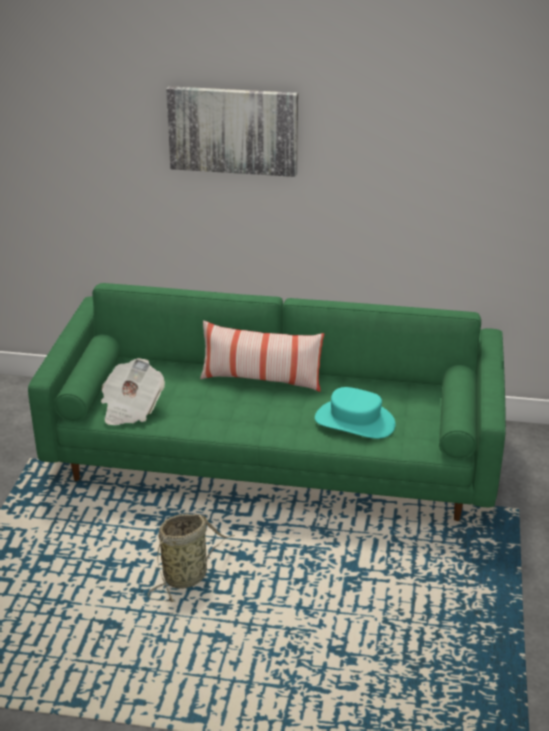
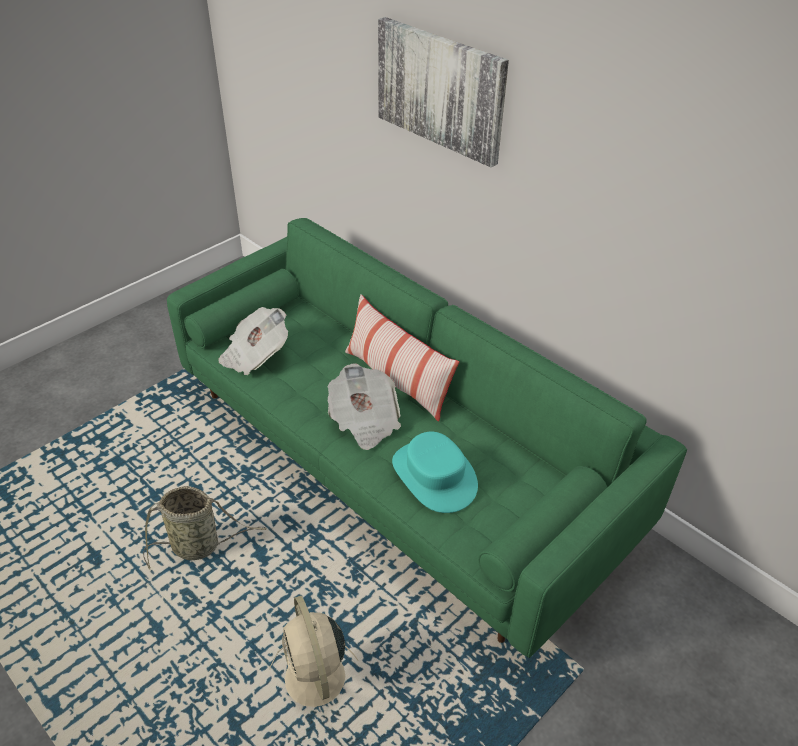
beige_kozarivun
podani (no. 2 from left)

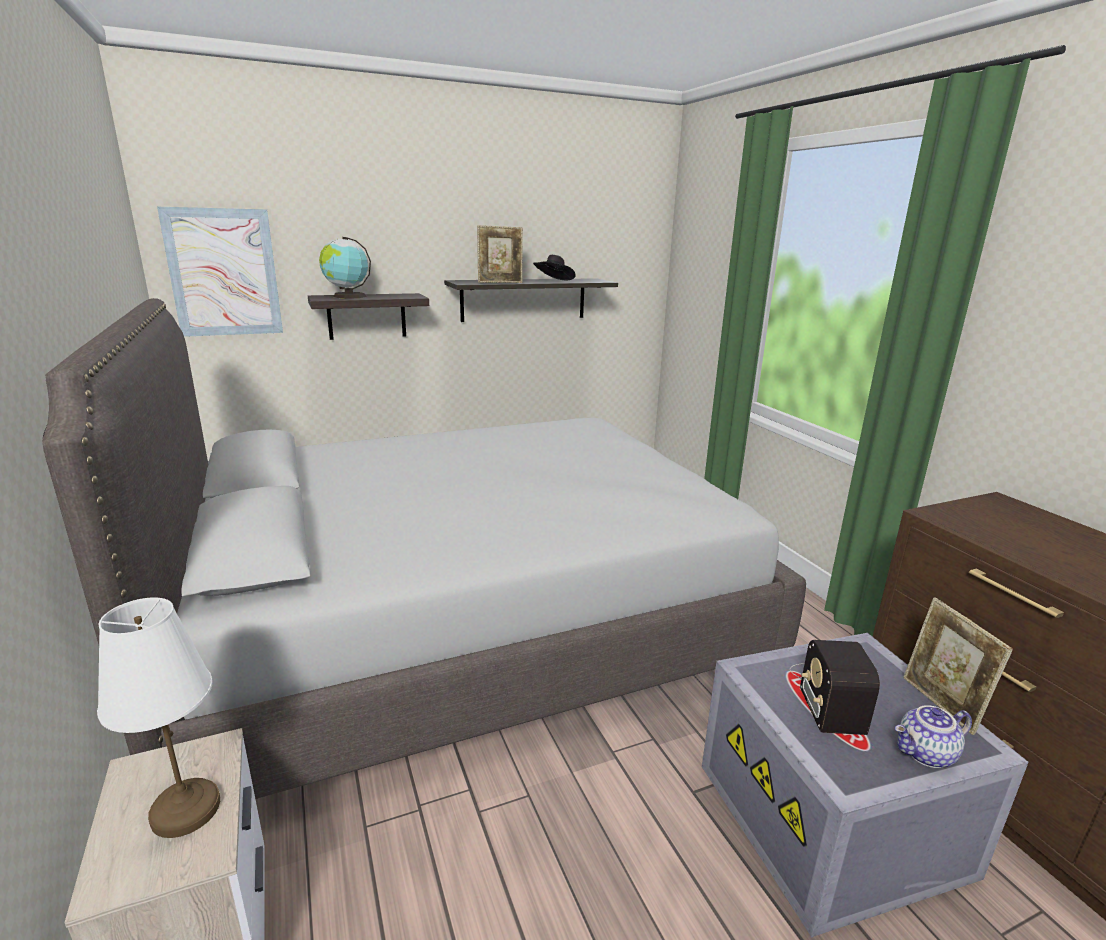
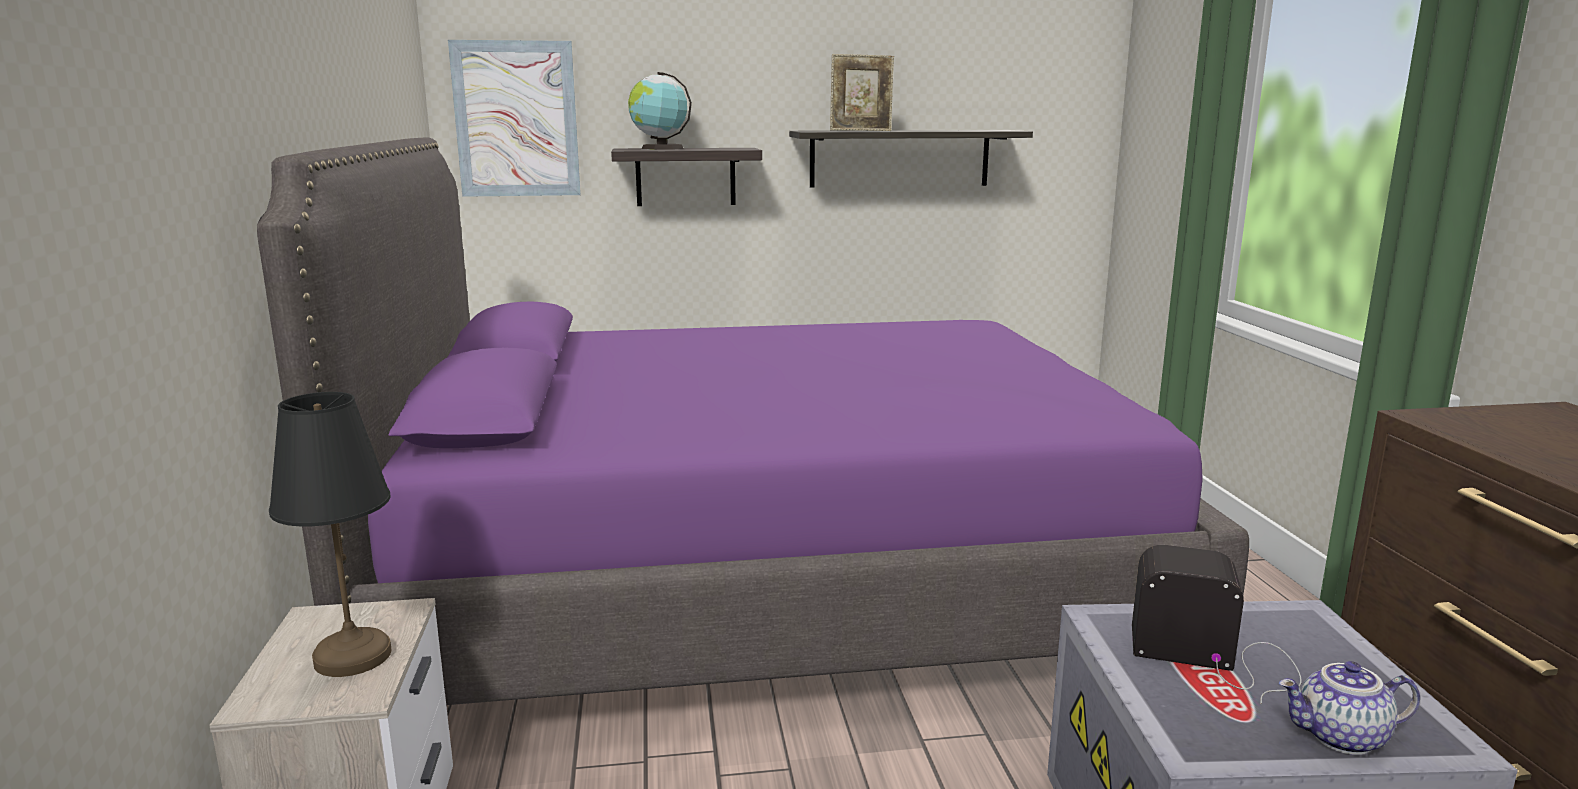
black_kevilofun
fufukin (no. 2 from left in the first image)
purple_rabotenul
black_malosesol
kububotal

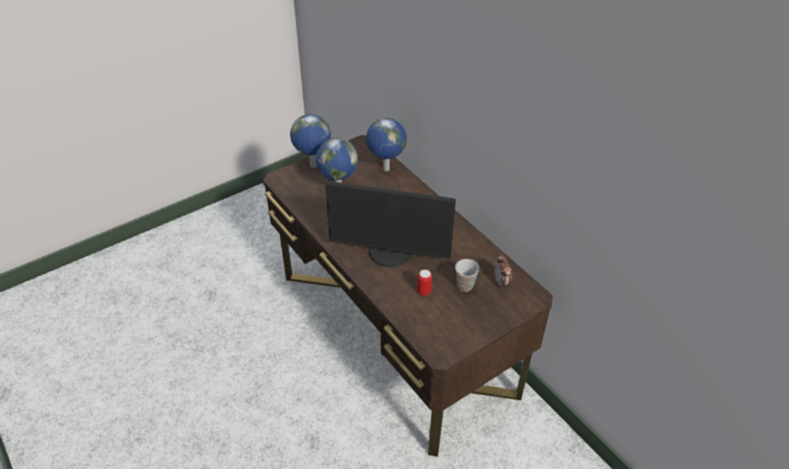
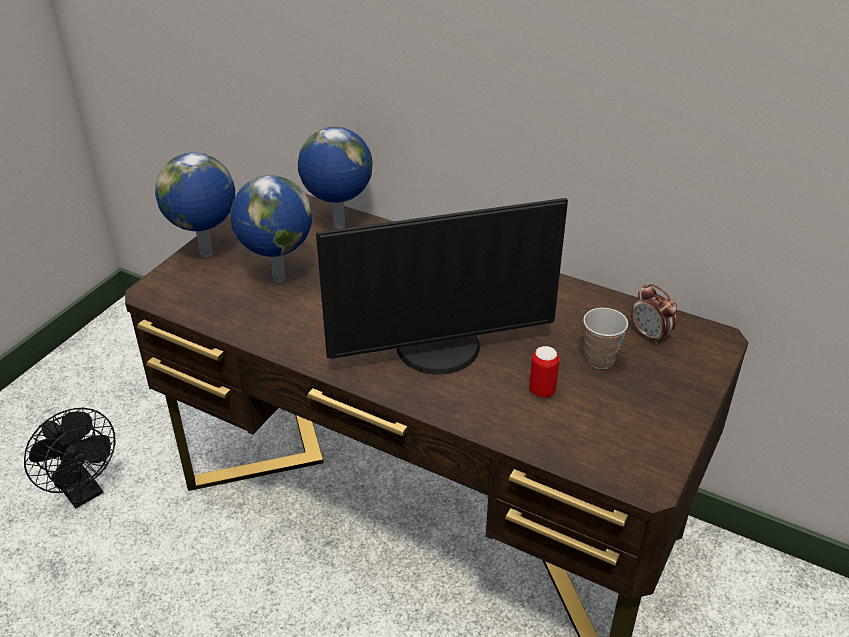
black_kozarivun

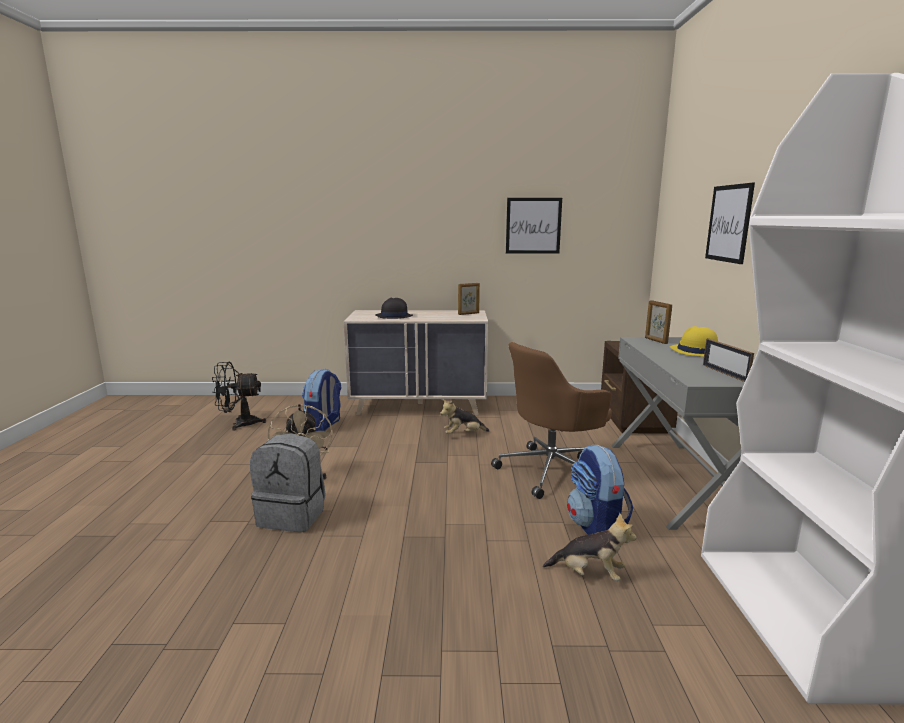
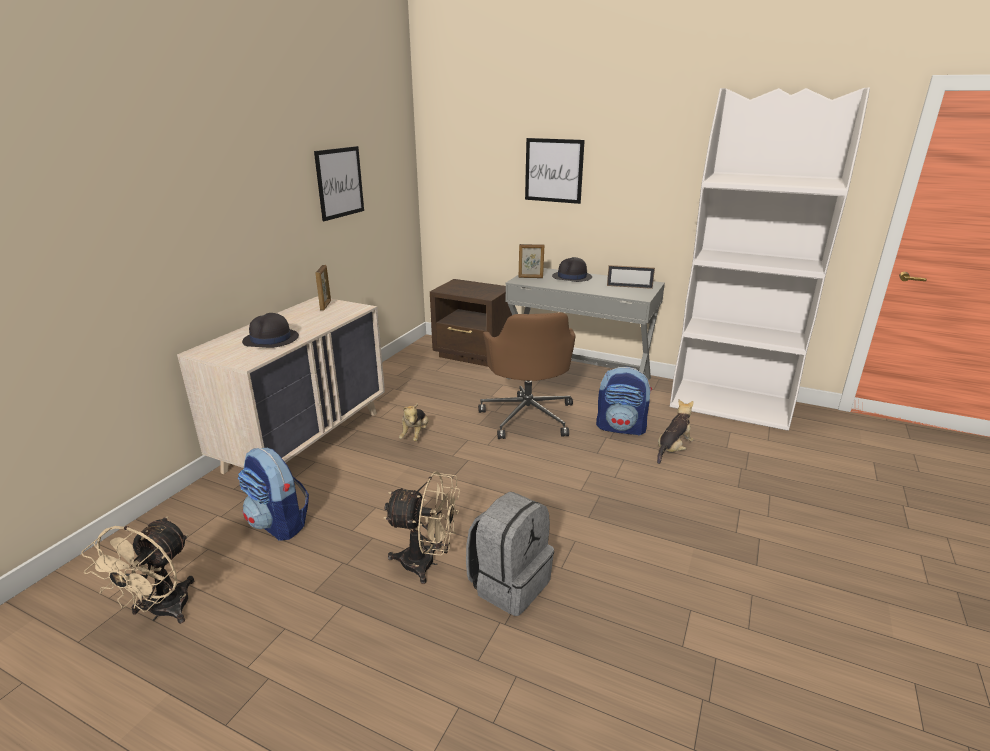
beige_kozarivun (no. 1 from left)
black_kevilofun (no. 2 from left)

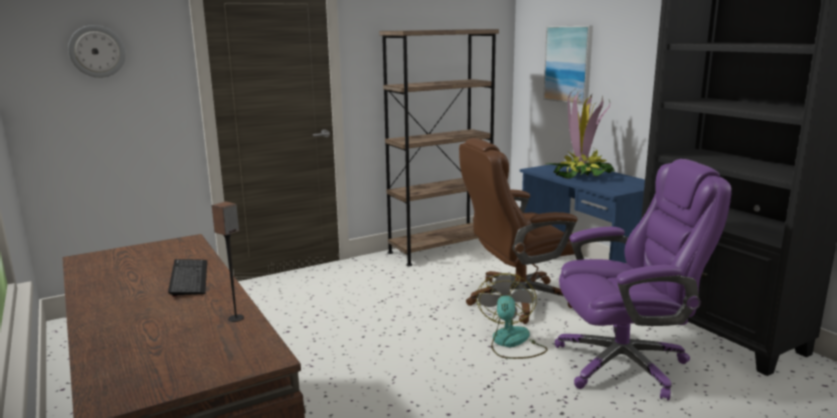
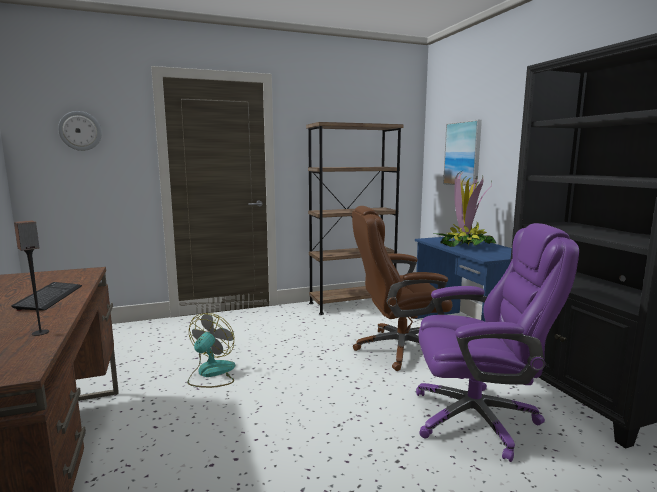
kozarivun

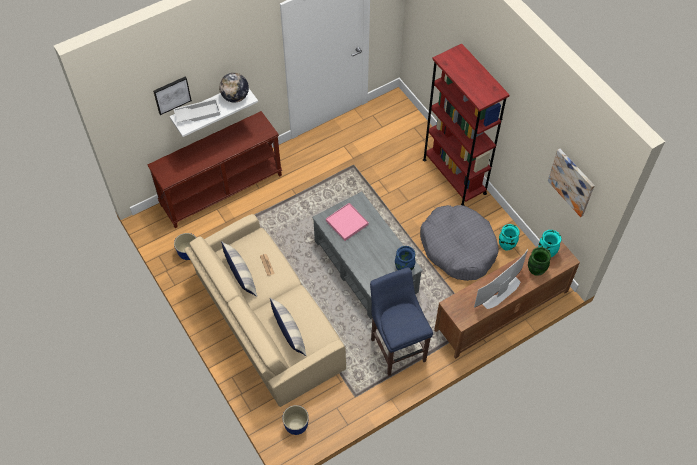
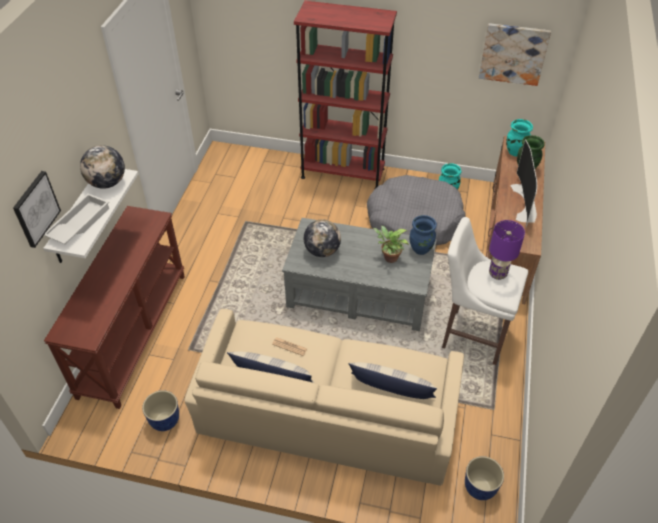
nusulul
purple_malosesol
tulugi (no. 2 from left)
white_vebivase

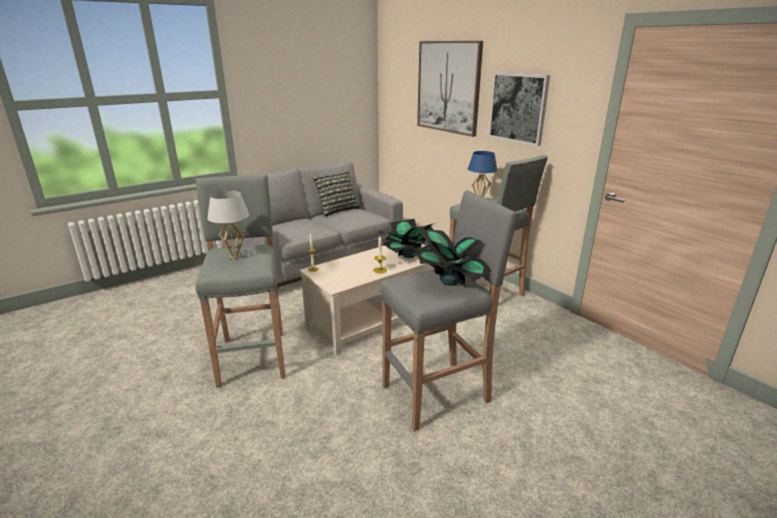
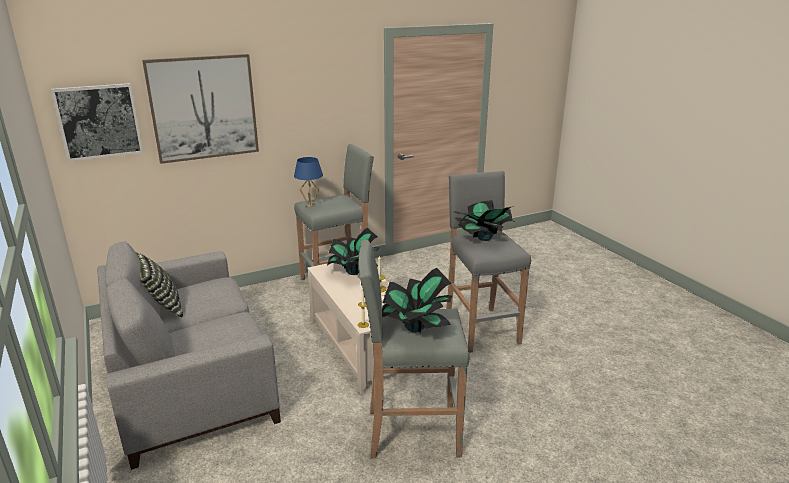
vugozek (no. 1 from left)
nusulul (no. 2 from left)

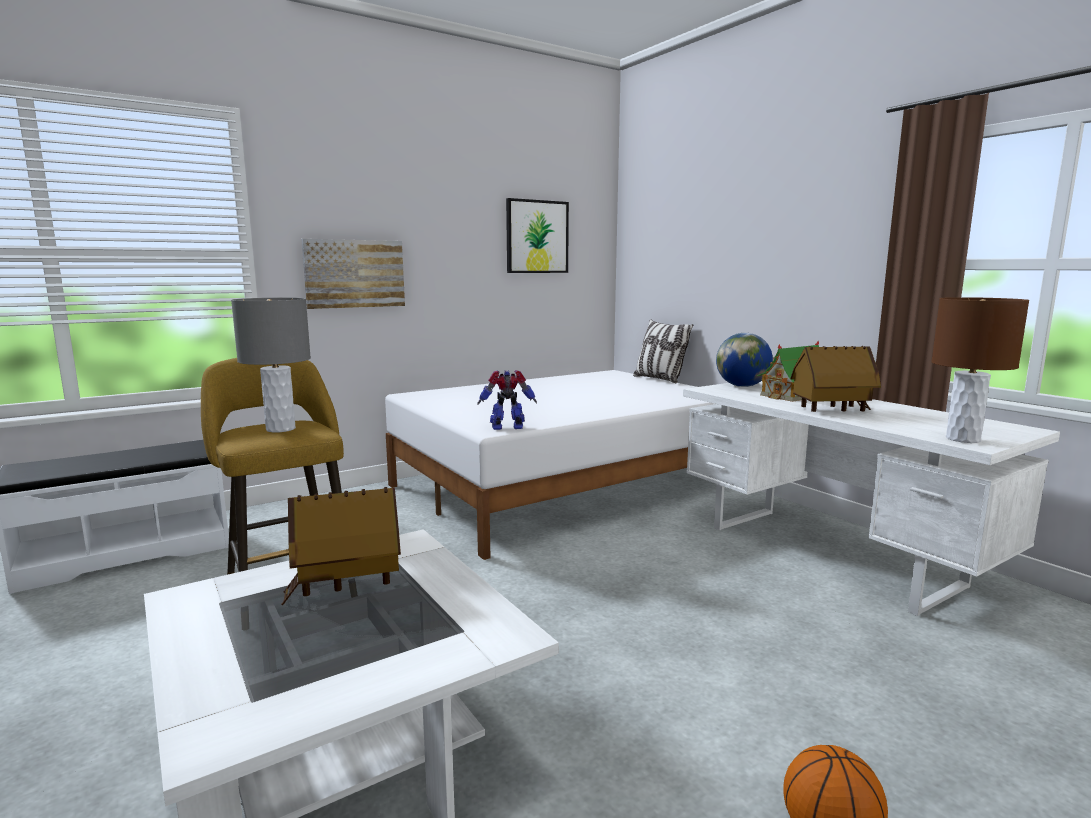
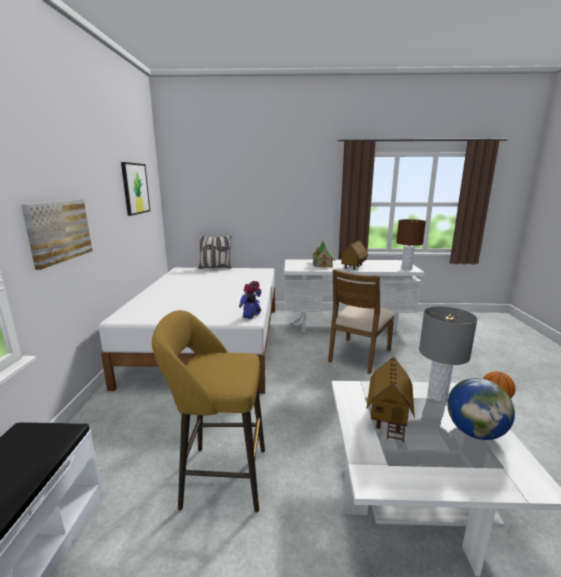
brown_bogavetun
grey_malosesol
tulugi

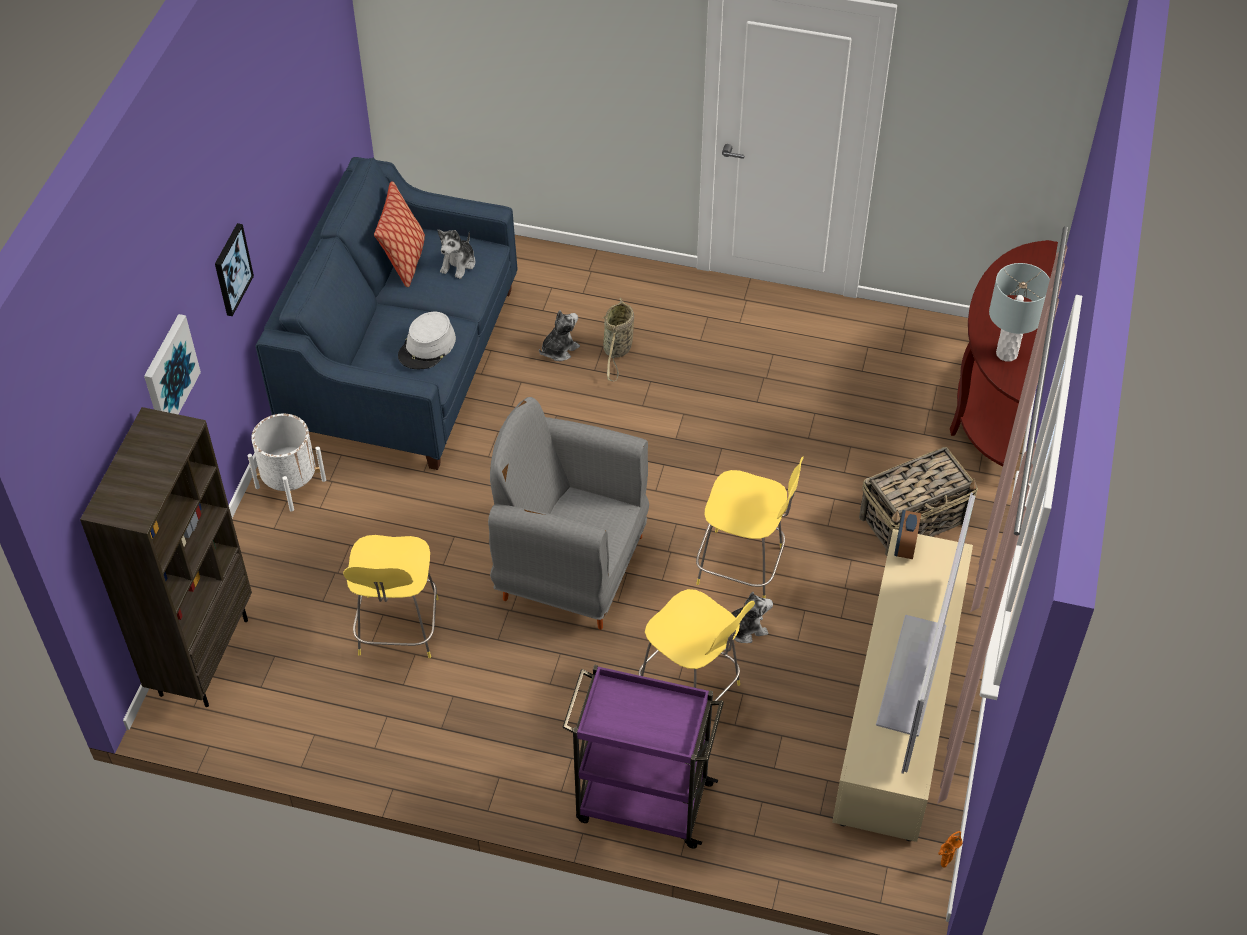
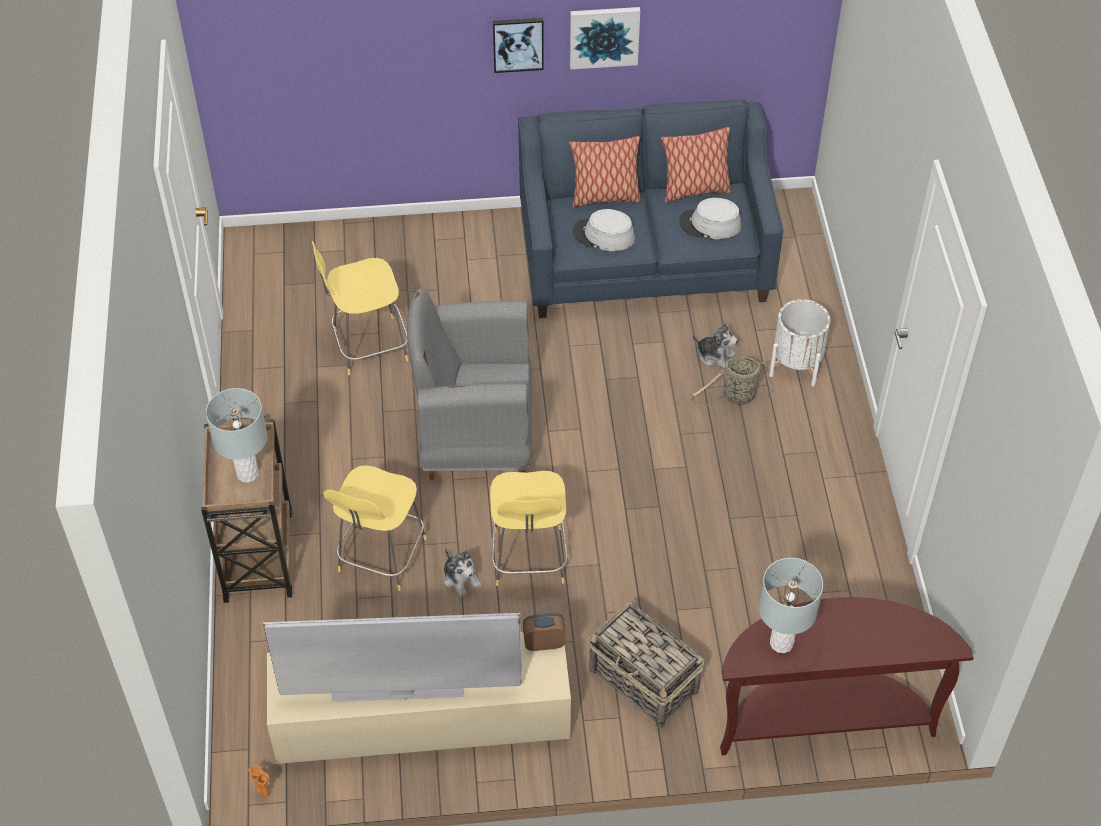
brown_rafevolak
grey_malosesol (no. 1 from left)
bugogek (no. 1 from left)
vugozek (no. 2 from left)
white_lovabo
grey_kevilofun (no. 2 from left)
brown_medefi
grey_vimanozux

